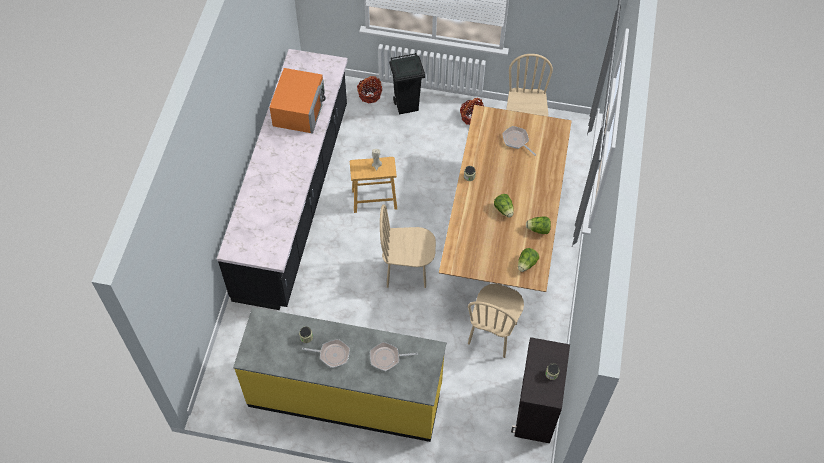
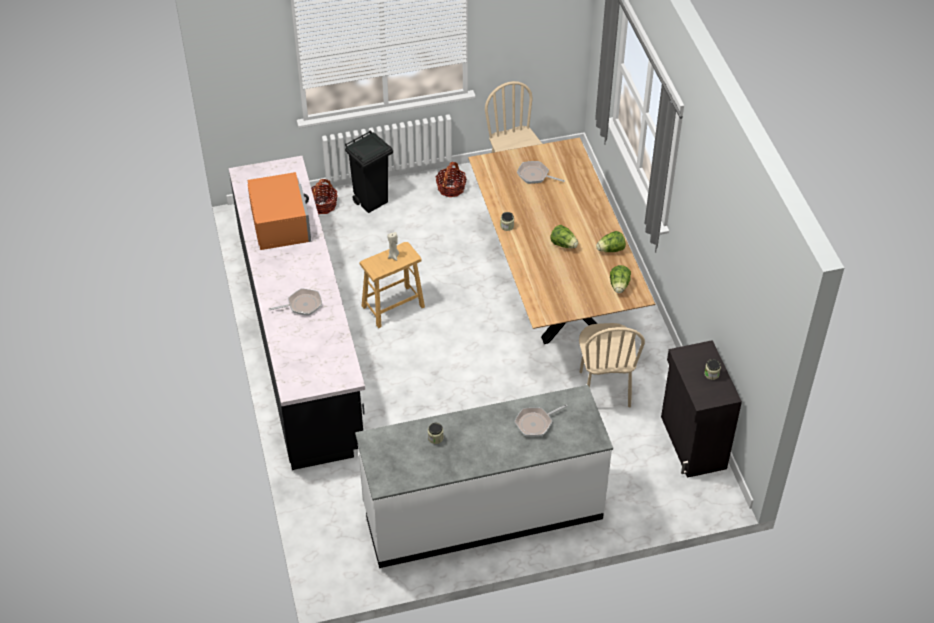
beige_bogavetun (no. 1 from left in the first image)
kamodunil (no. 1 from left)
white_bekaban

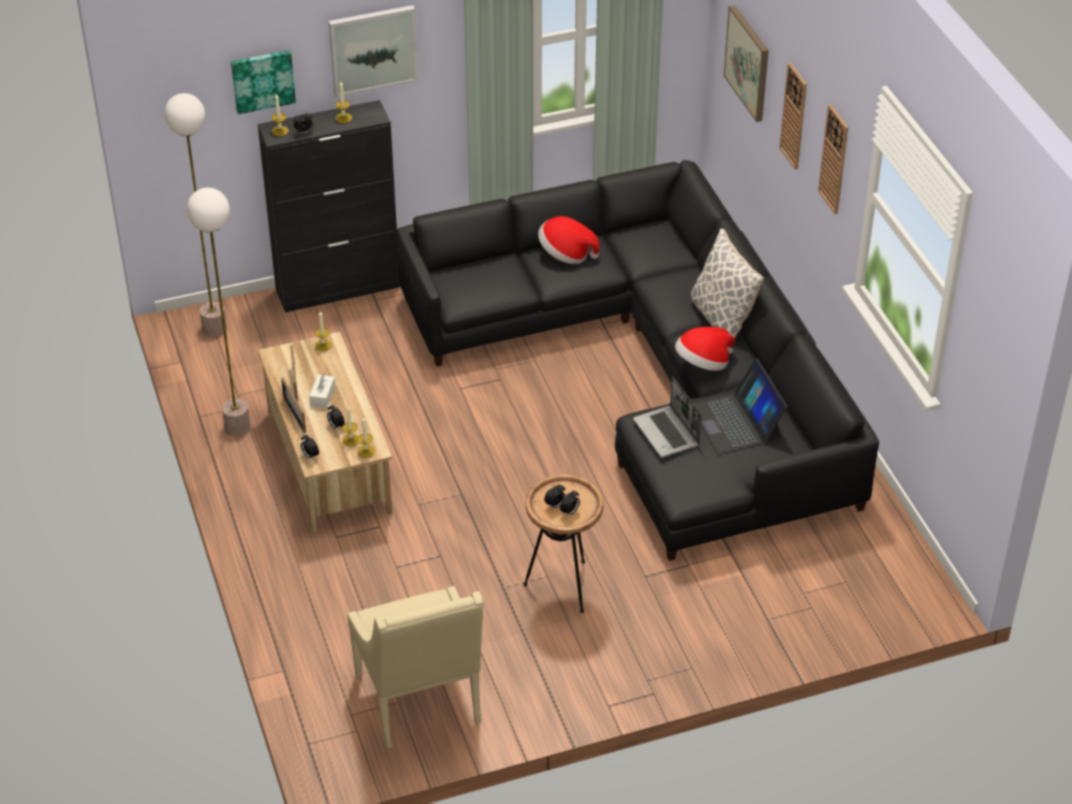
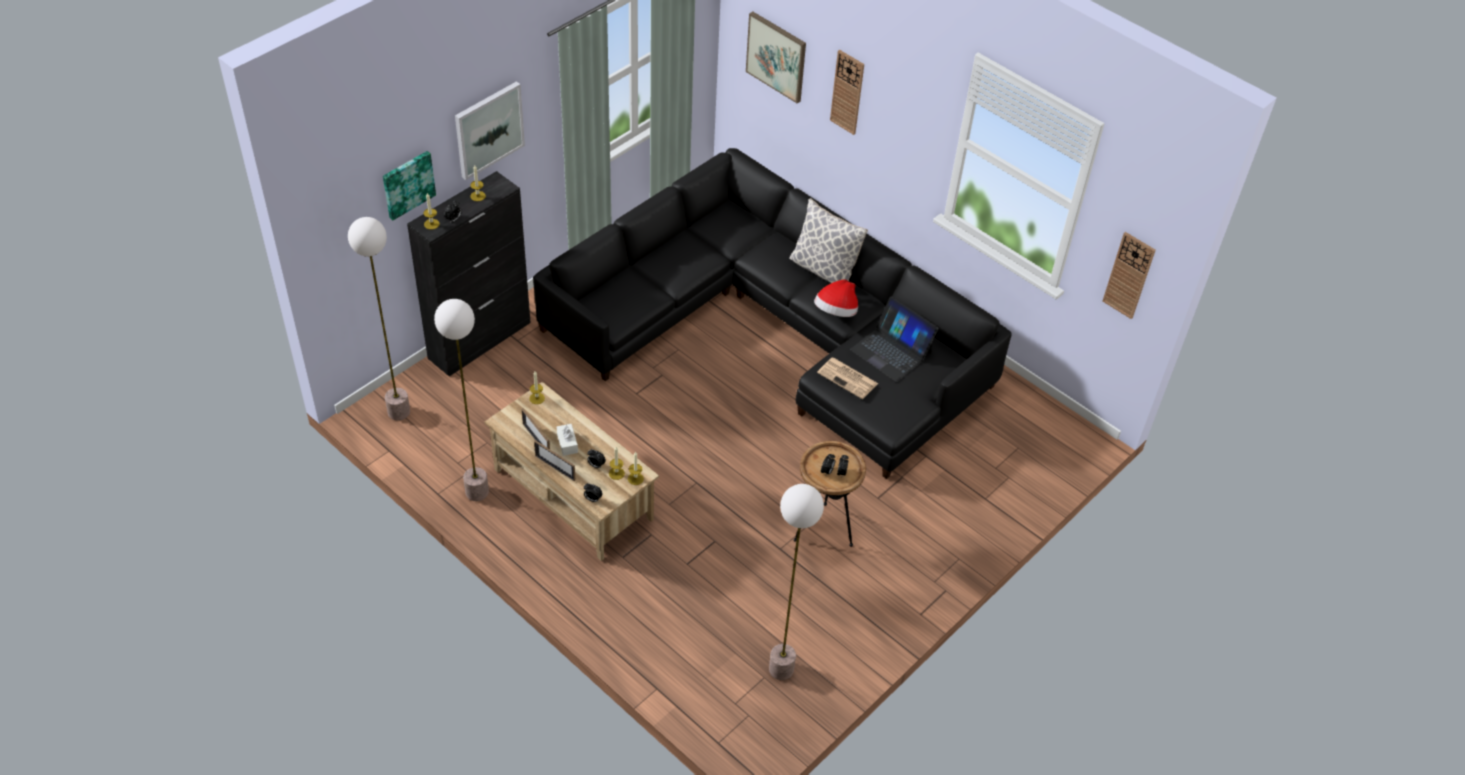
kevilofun (no. 1 from left in the first image)
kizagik (no. 2 from left)
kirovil (no. 3 from left)
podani

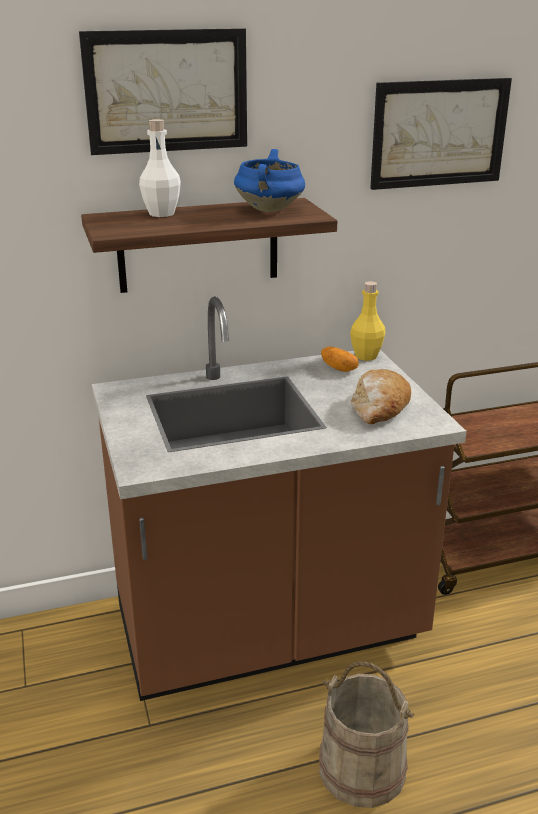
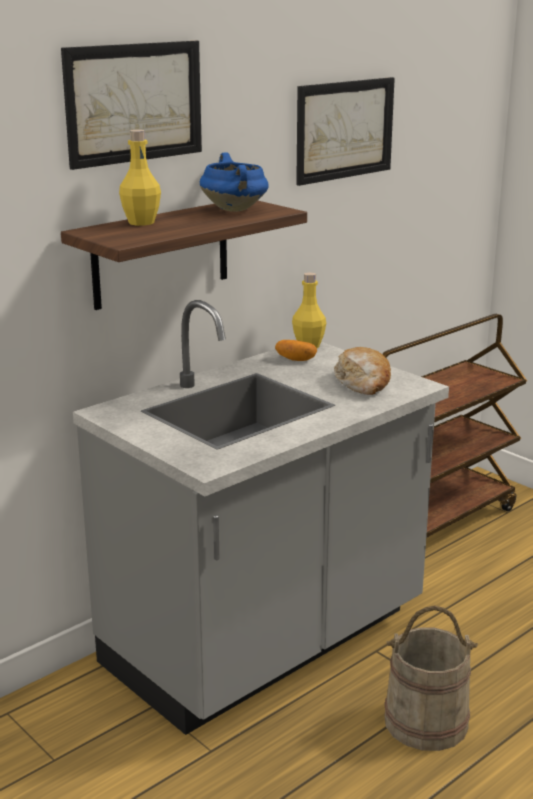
grey_bekaban
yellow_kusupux (no. 1 from left)

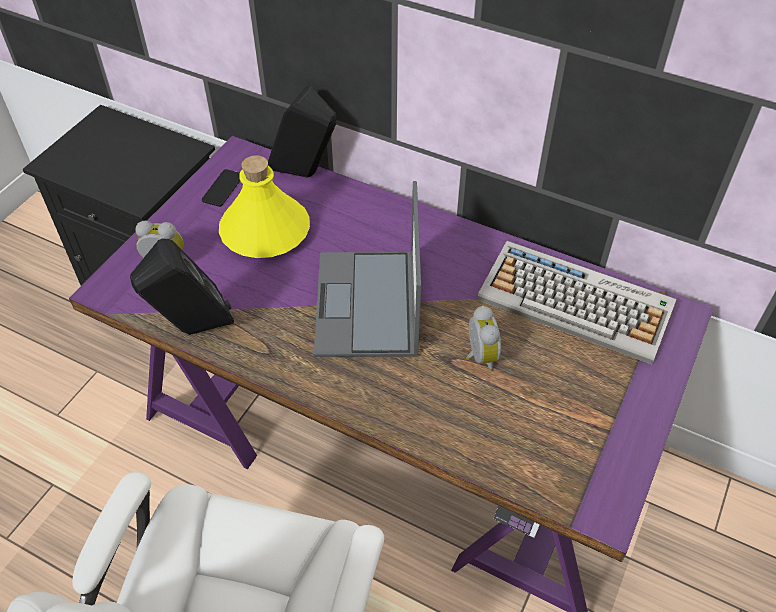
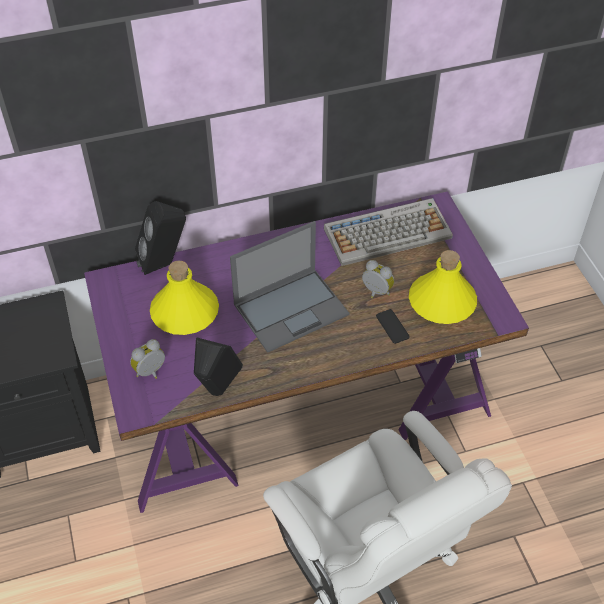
yellow_kusupux (no. 2 from left)
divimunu
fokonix

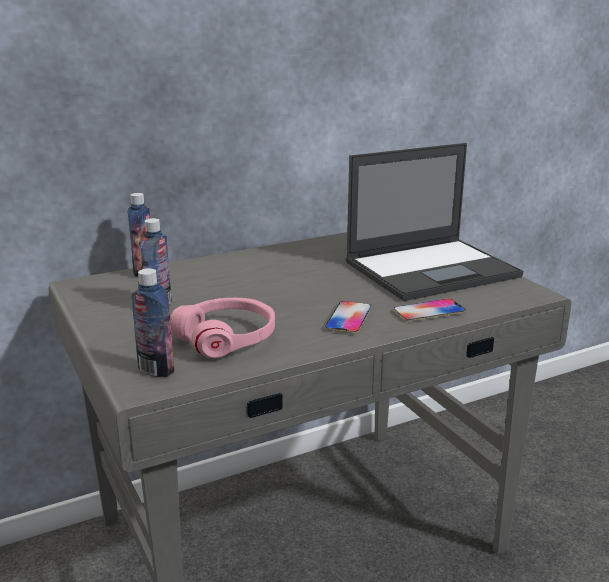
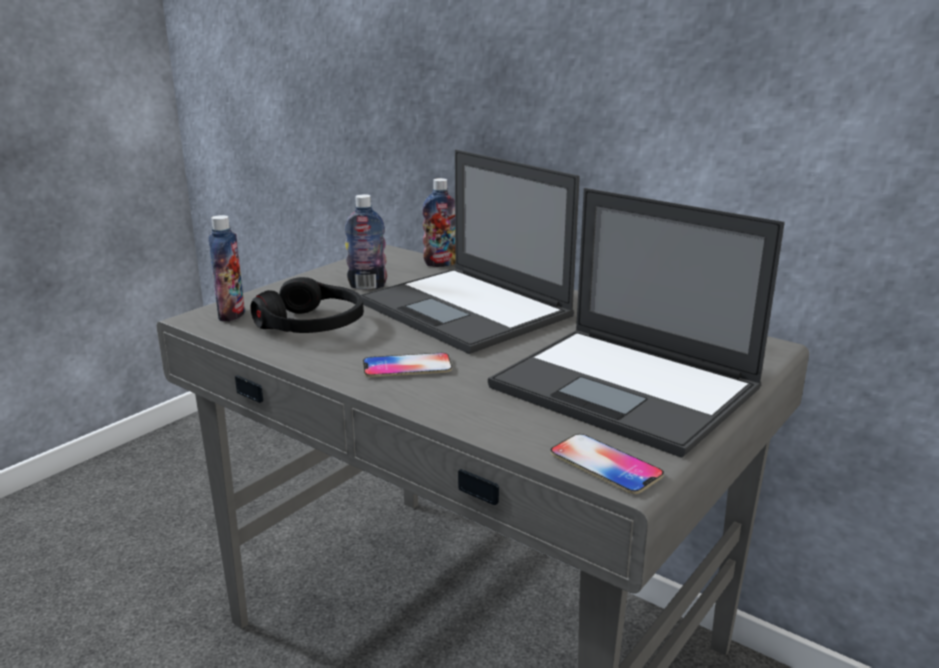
fokonix (no. 1 from left)
divimunu (no. 2 from left)
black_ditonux

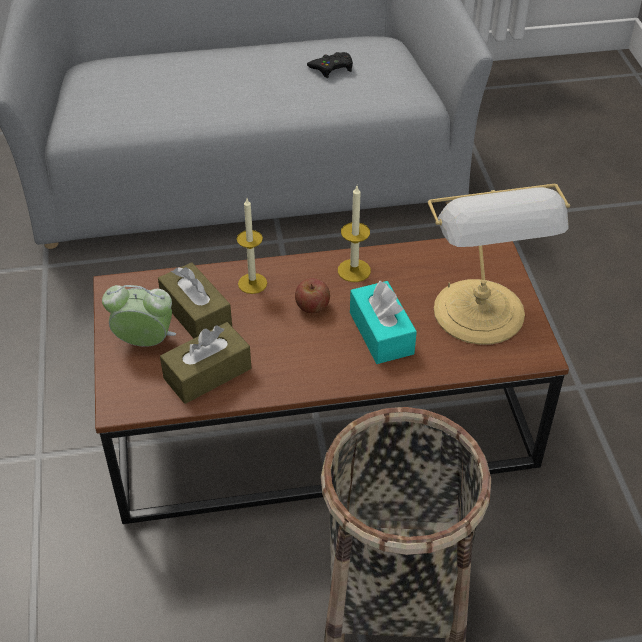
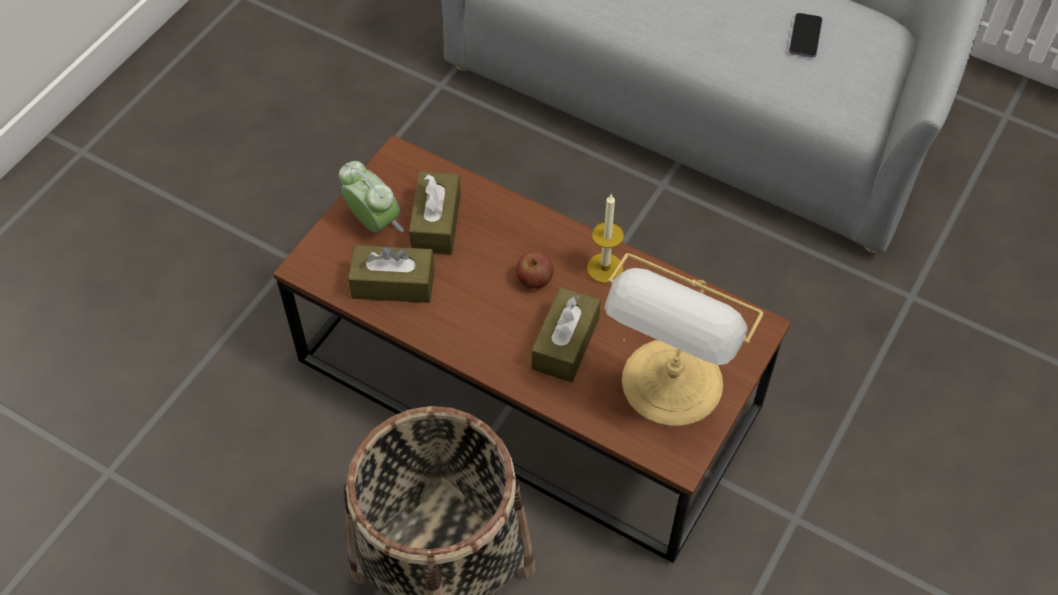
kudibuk (no. 1 from left in the first image)
divimunu
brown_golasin (no. 3 from left)

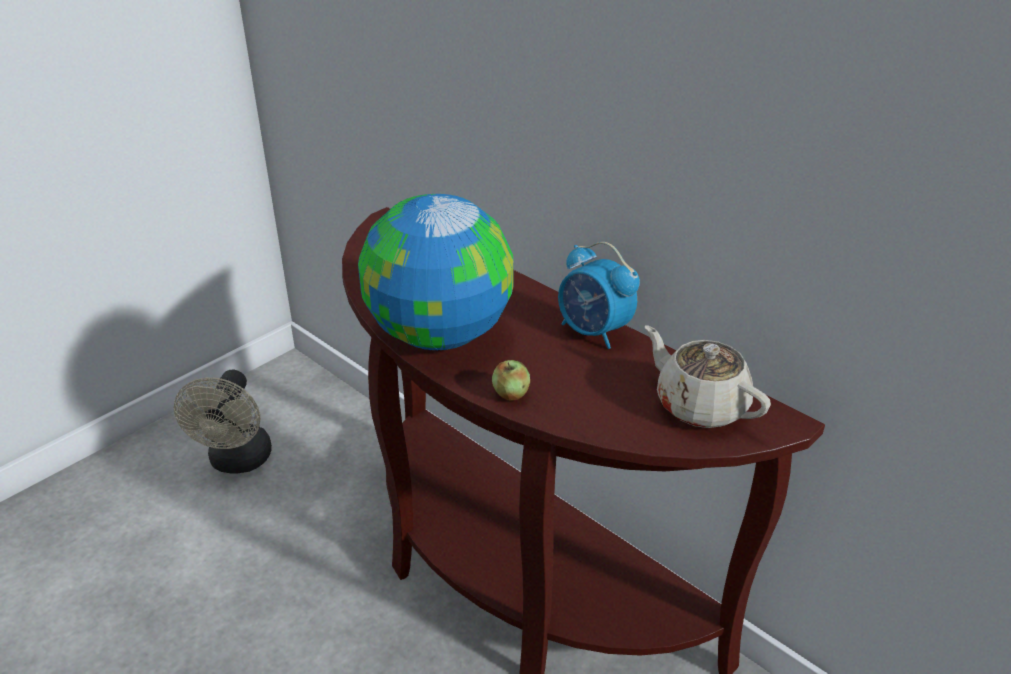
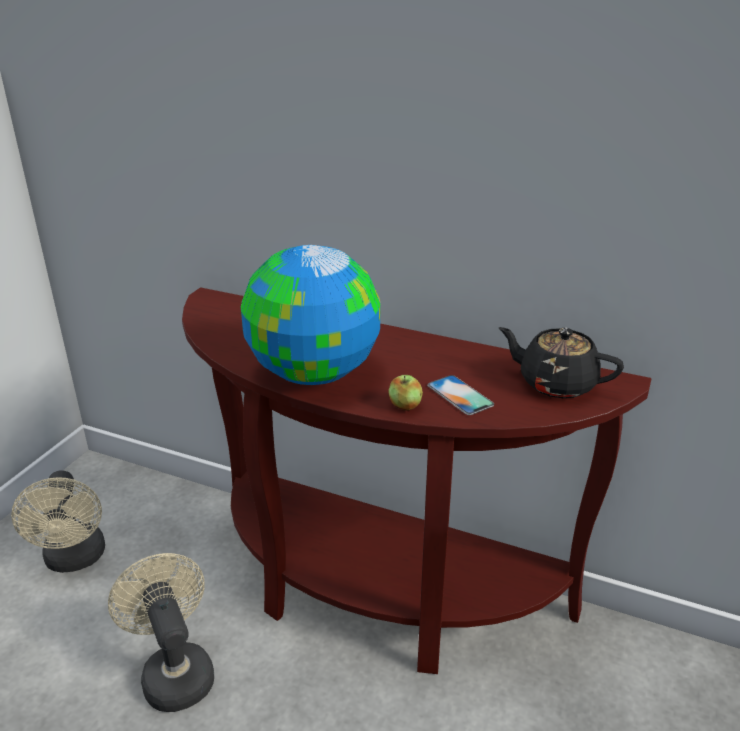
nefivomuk
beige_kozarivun (no. 2 from left)
divimunu
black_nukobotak

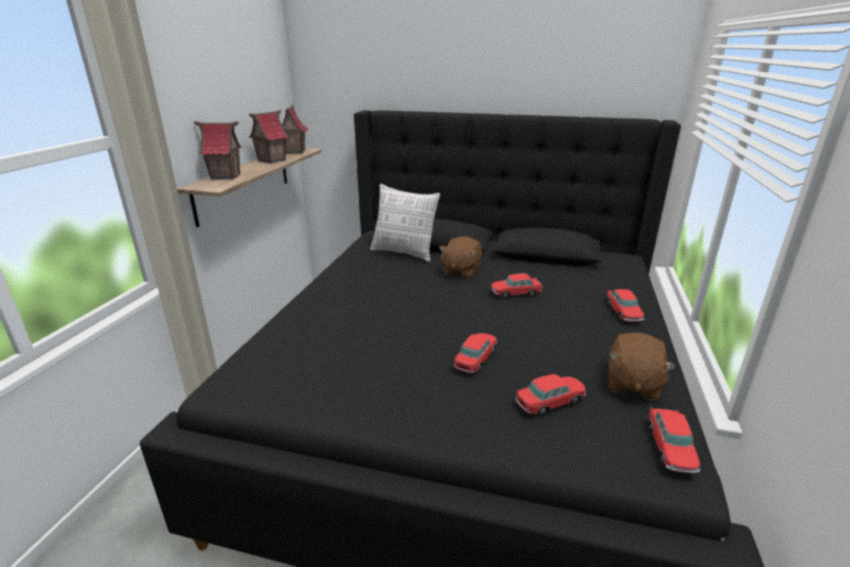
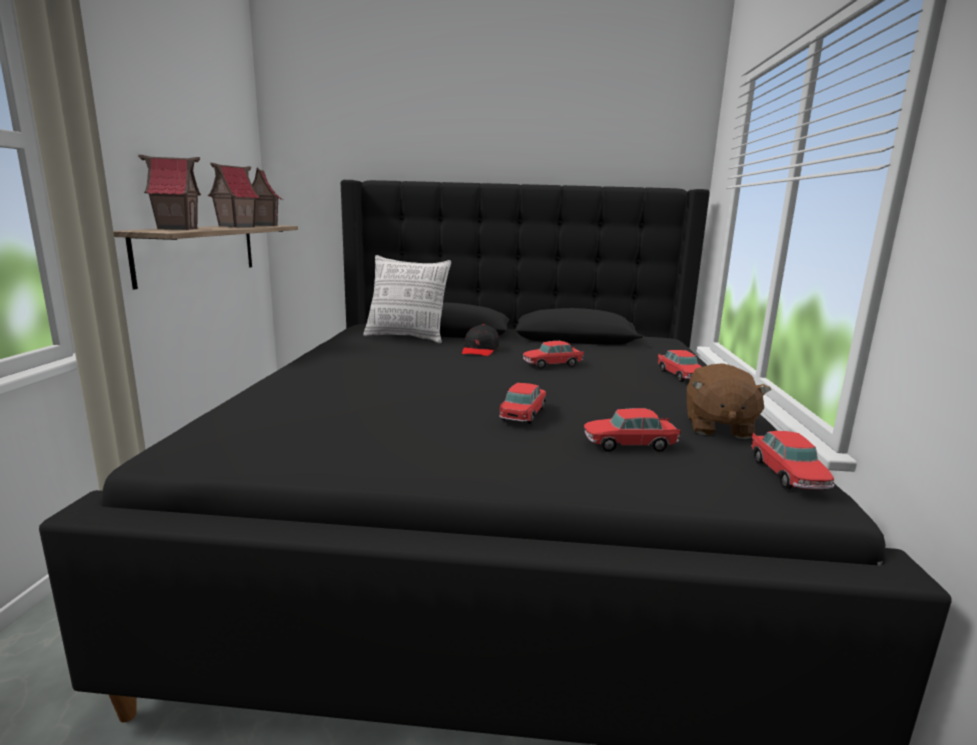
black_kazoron
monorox (no. 3 from left)

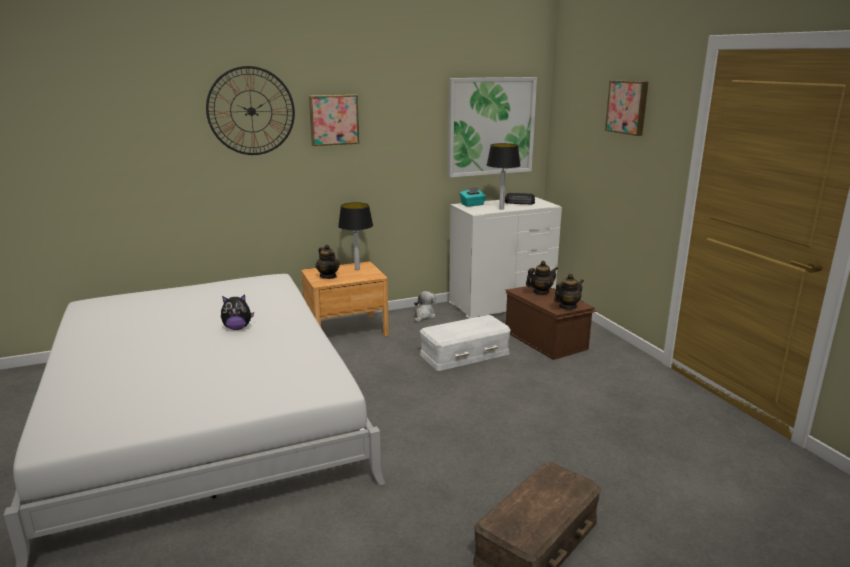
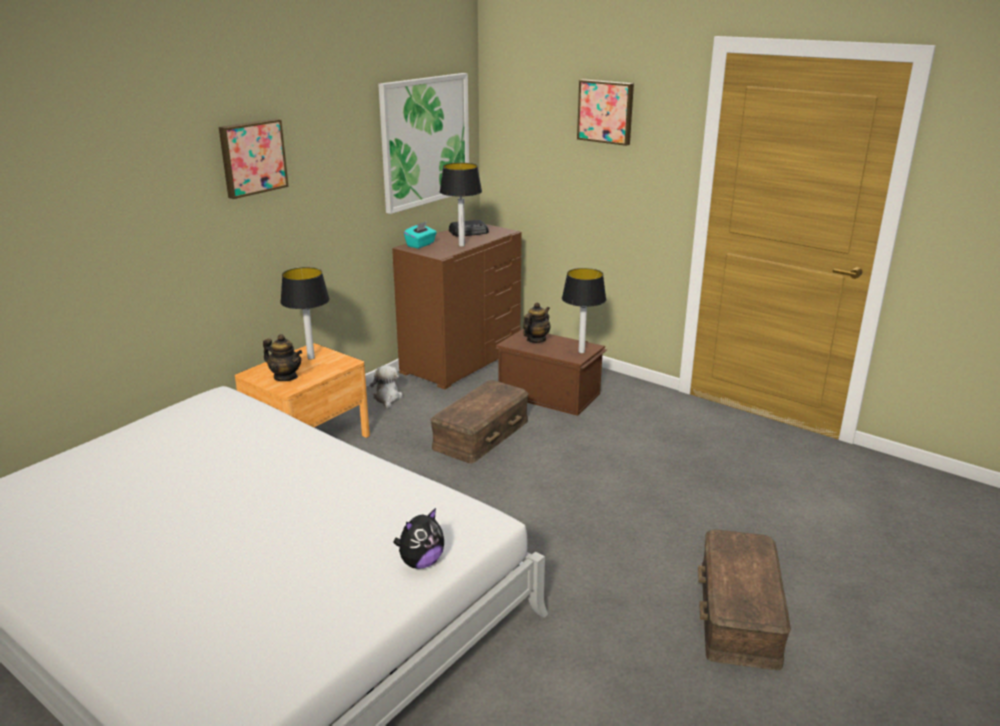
kizagik
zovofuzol (no. 2 from left)
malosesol (no. 3 from left)
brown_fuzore (no. 1 from left)
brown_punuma

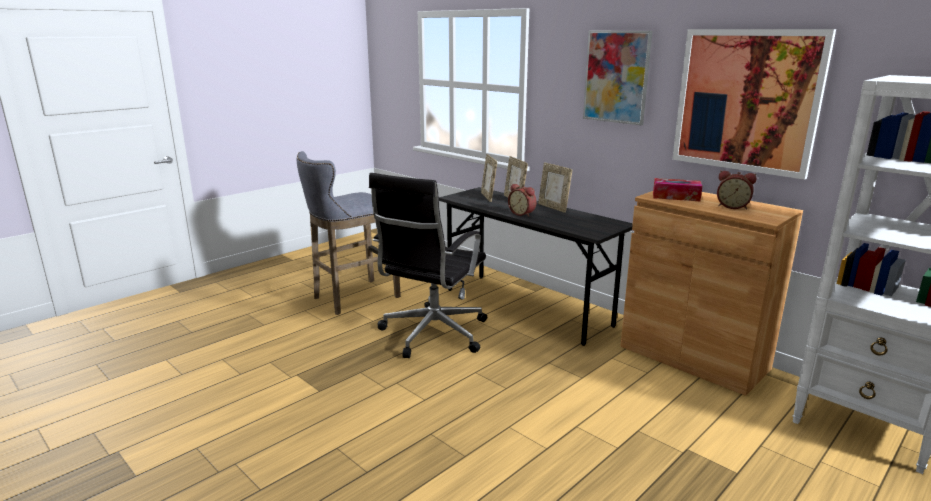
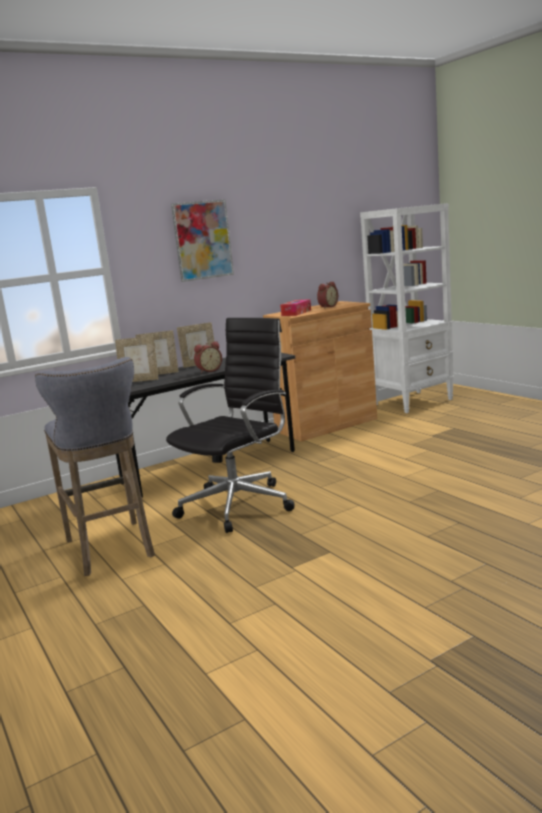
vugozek (no. 2 from left in the first image)
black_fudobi

